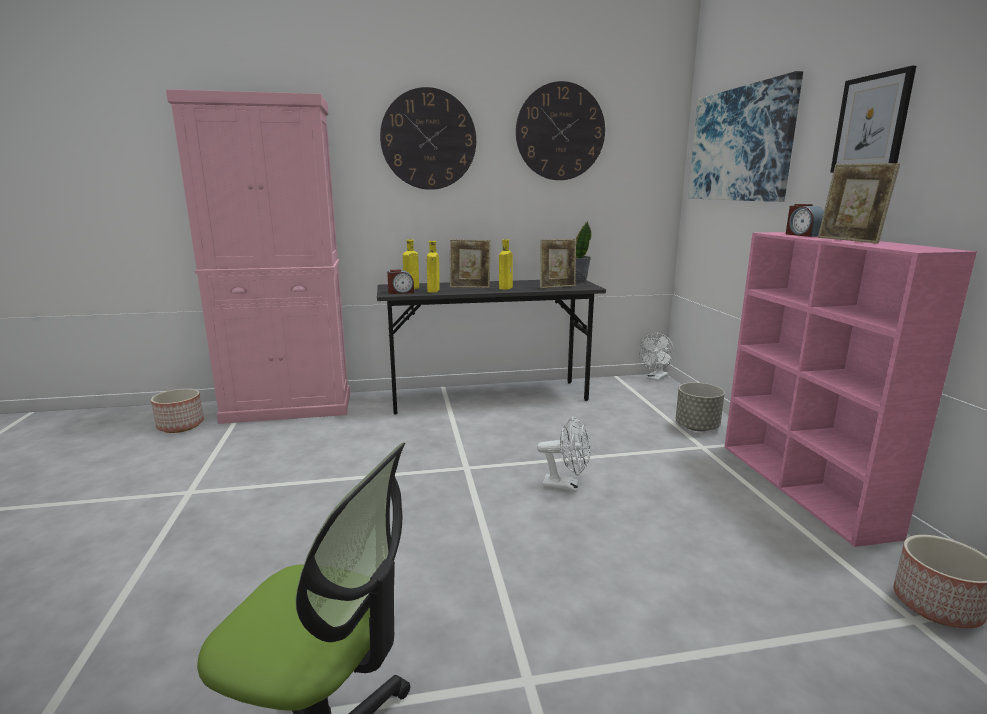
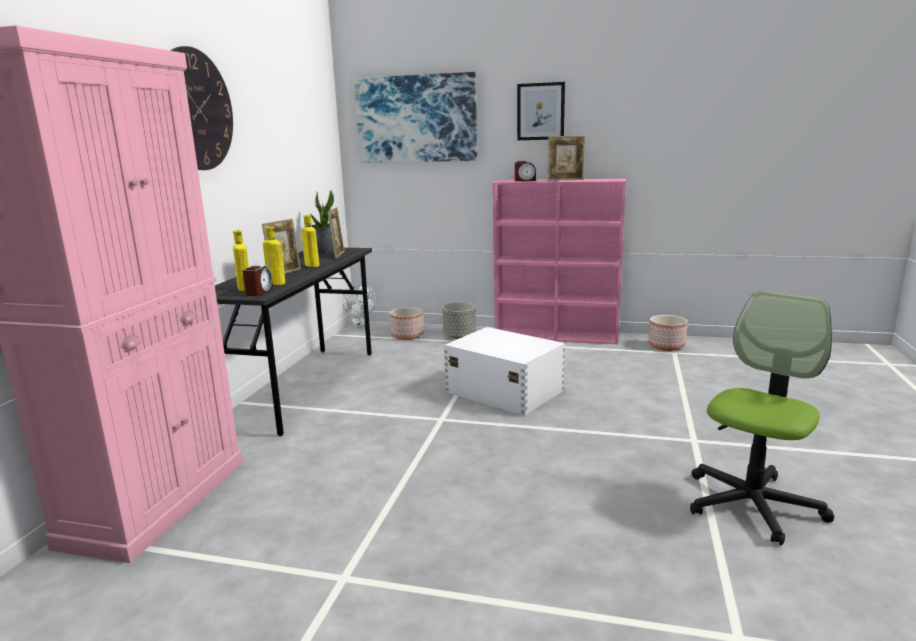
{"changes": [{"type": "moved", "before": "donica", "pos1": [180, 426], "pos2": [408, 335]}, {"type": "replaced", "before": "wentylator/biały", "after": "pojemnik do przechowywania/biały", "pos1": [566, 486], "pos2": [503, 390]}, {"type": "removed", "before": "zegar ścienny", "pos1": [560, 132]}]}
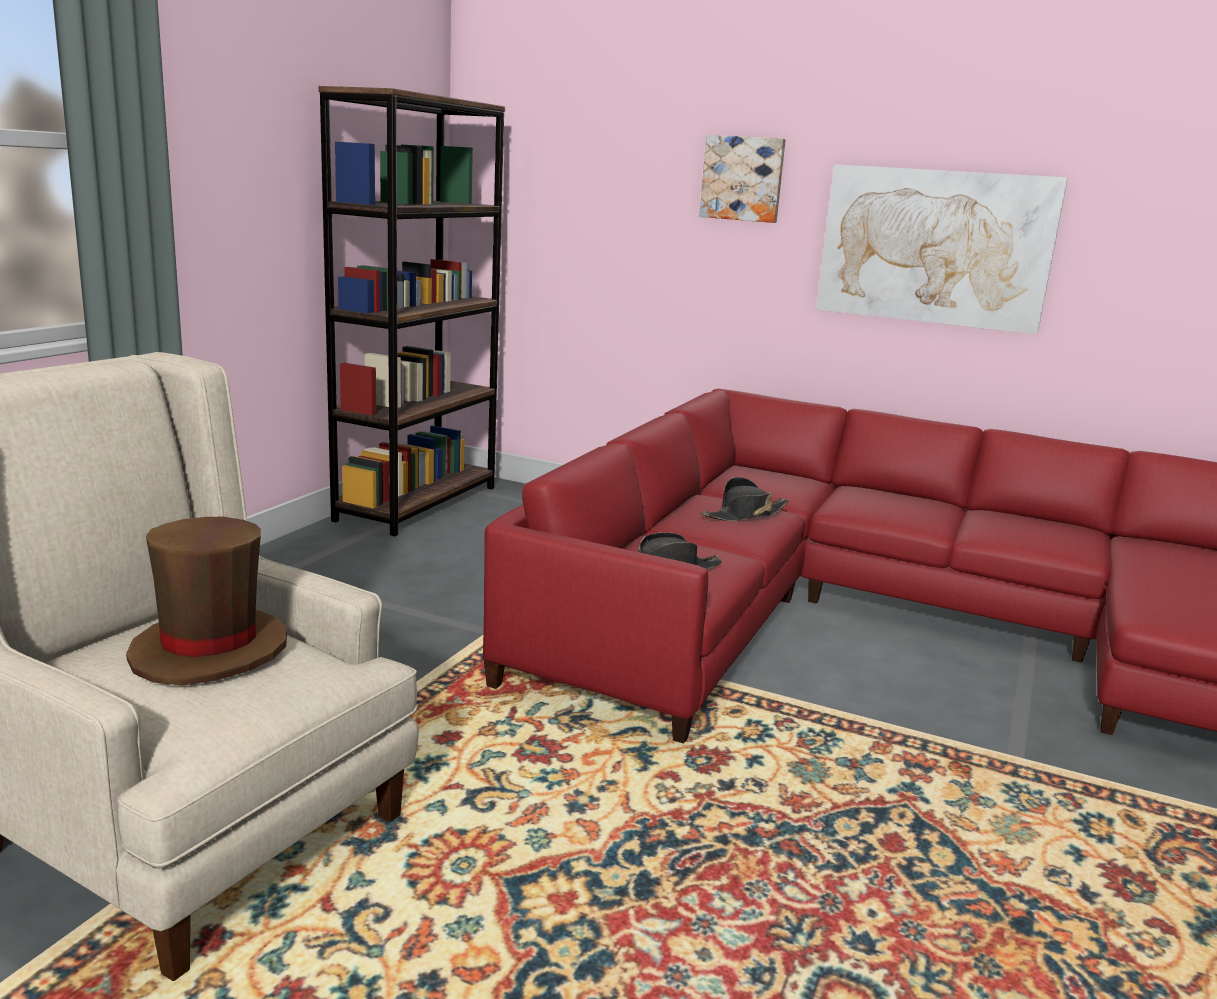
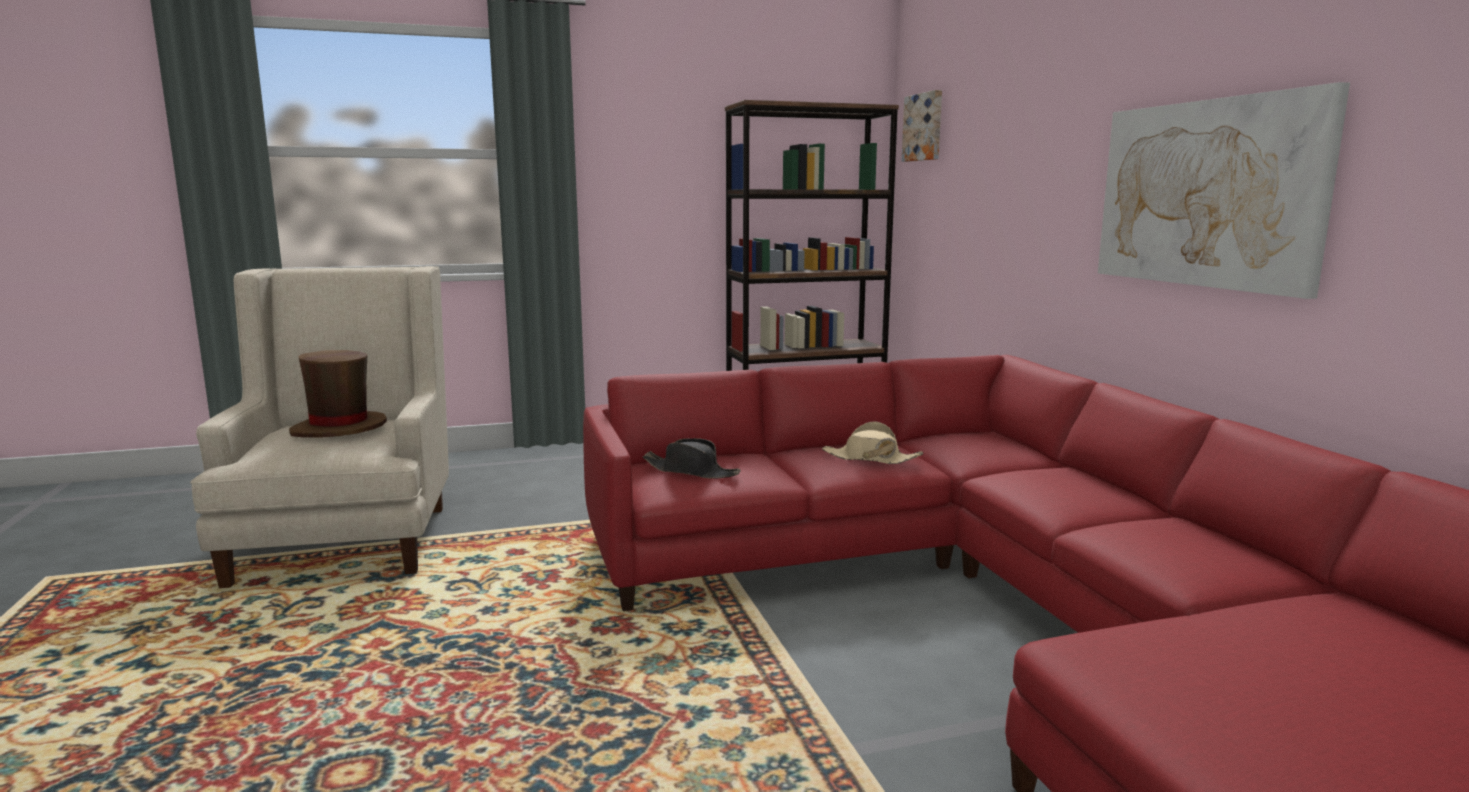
{"changes": [{"type": "recoloured", "before": "kapelusz/czarny", "after": "kapelusz/beżowy", "pos1": [744, 514], "pos2": [870, 458]}, {"type": "moved", "before": "obraz", "pos1": [743, 178], "pos2": [924, 127]}]}
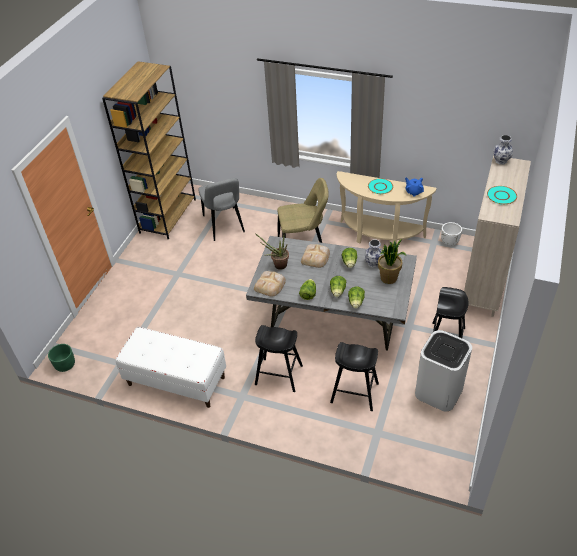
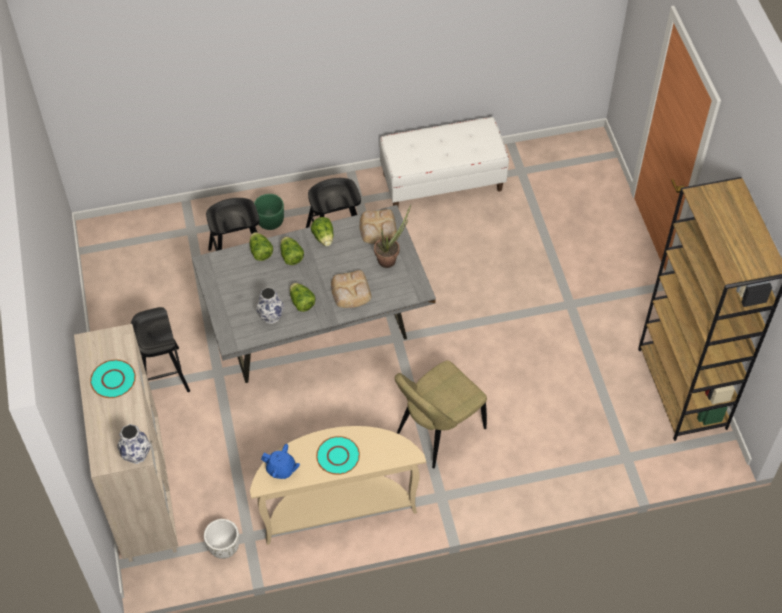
{"changes": [{"type": "moved", "before": "donica/zielony", "pos1": [65, 365], "pos2": [270, 221]}, {"type": "removed", "before": "krzesło/szary", "pos1": [224, 225]}, {"type": "removed", "before": "roślina doniczkowa", "pos1": [389, 278]}, {"type": "removed", "before": "kosz na śmieci/biały", "pos1": [439, 391]}]}
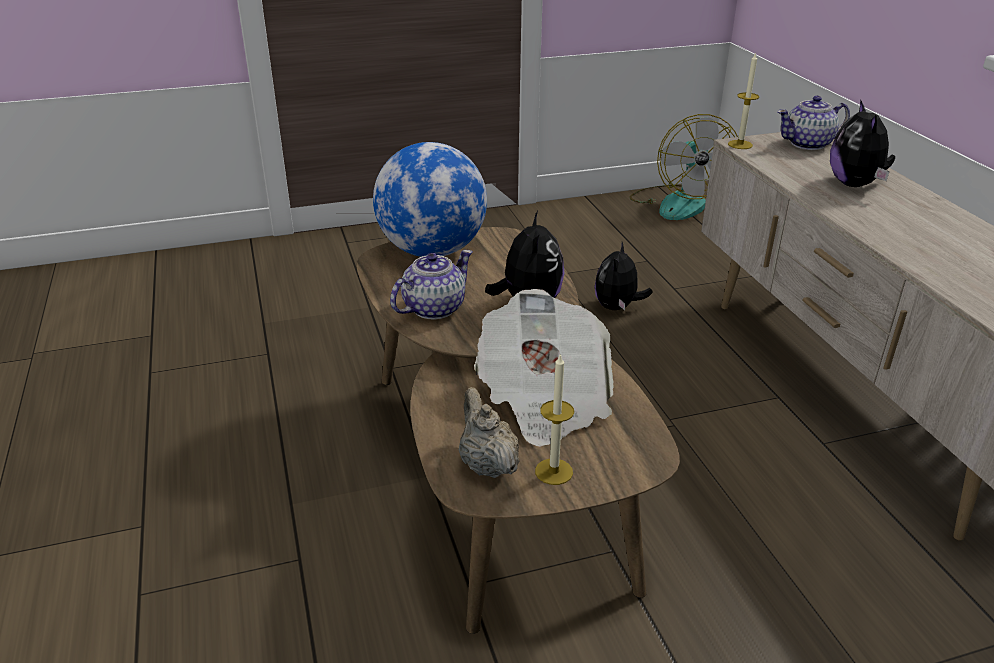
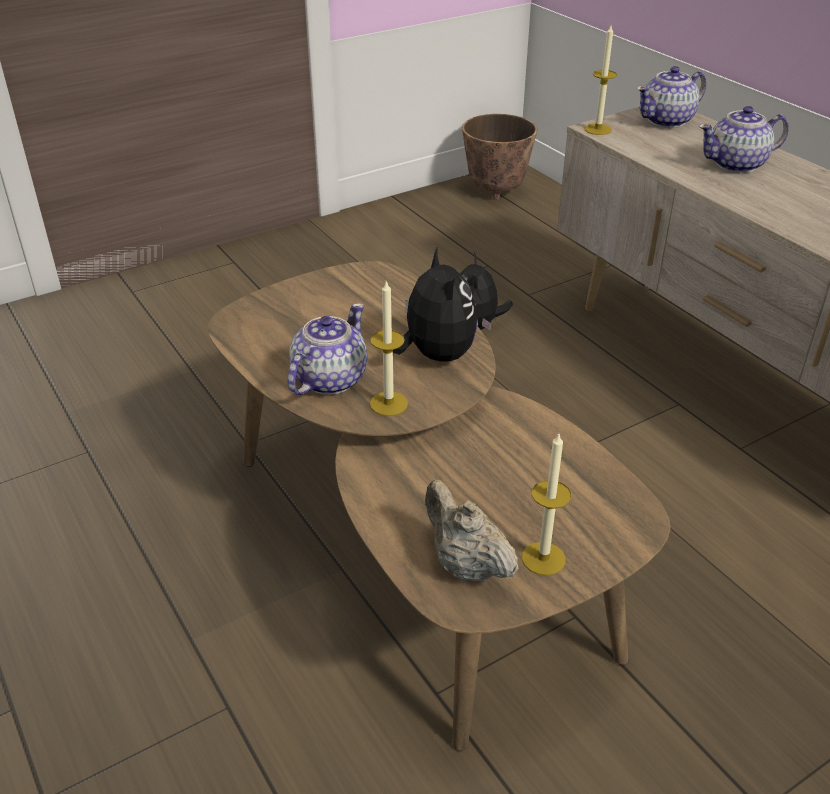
{"changes": [{"type": "added", "after": "świeca", "pos2": [388, 403]}, {"type": "replaced", "before": "wentylator", "after": "donica", "pos1": [678, 202], "pos2": [496, 191]}, {"type": "replaced", "before": "pluszak", "after": "imbryk", "pos1": [855, 184], "pos2": [737, 164]}, {"type": "removed", "before": "globus", "pos1": [432, 251]}, {"type": "removed", "before": "gazeta", "pos1": [544, 398]}]}
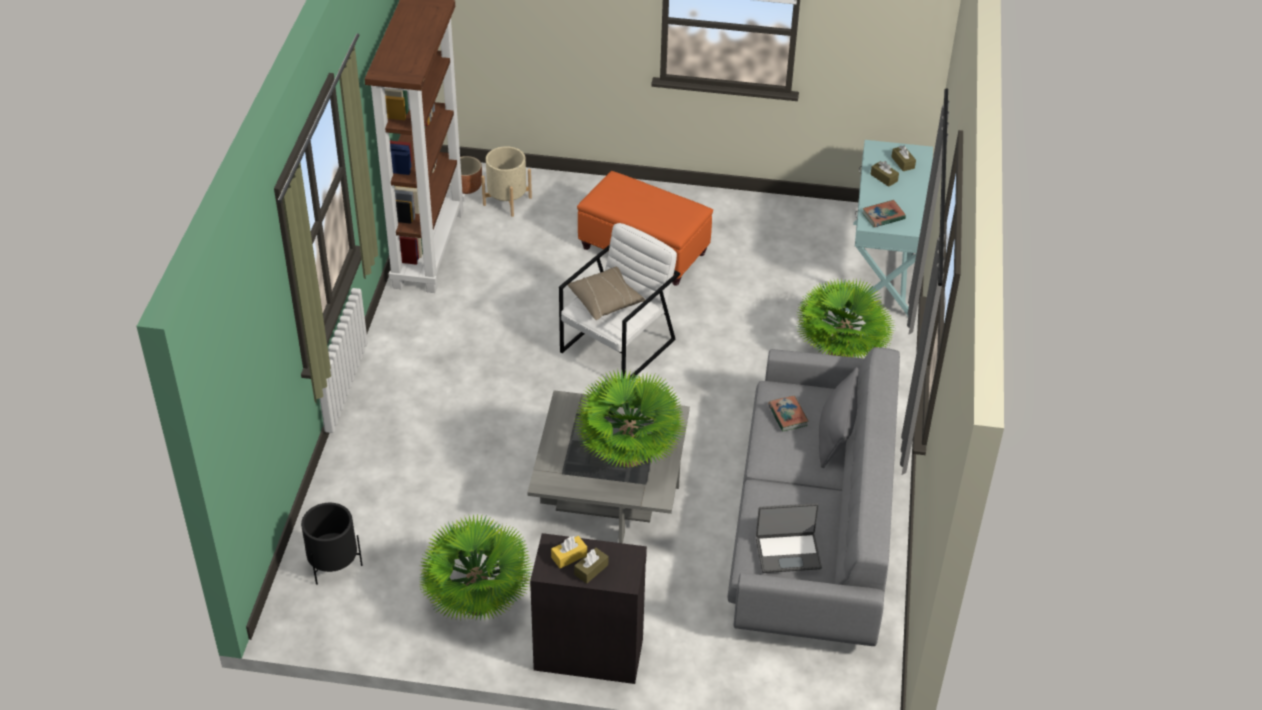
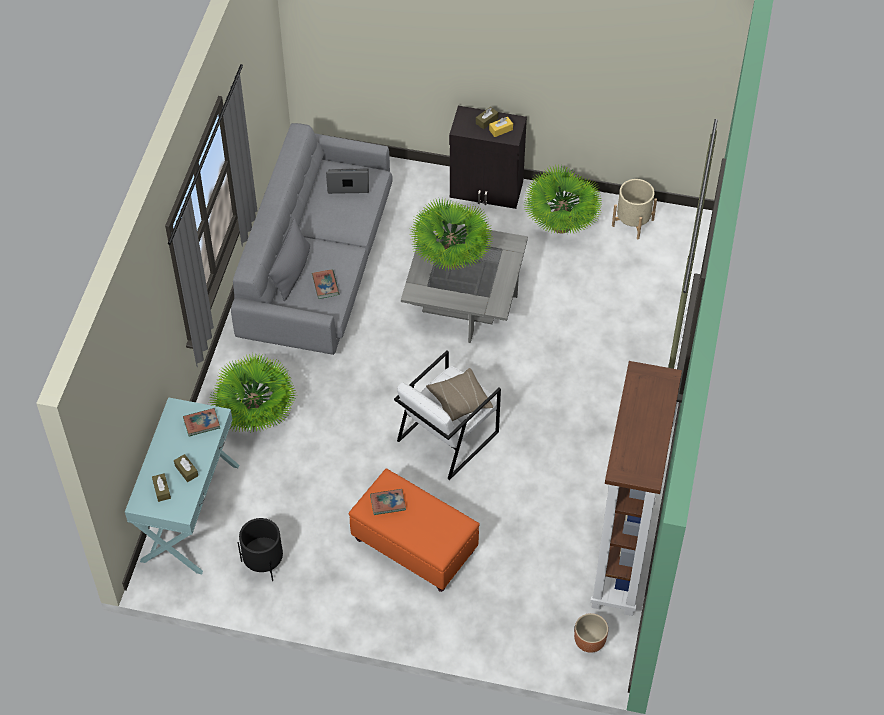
{"changes": [{"type": "moved", "before": "donica/czarny", "pos1": [334, 565], "pos2": [263, 562]}, {"type": "added", "after": "książka", "pos2": [388, 503]}, {"type": "moved", "before": "donica/beżowy", "pos1": [507, 201], "pos2": [632, 222]}]}
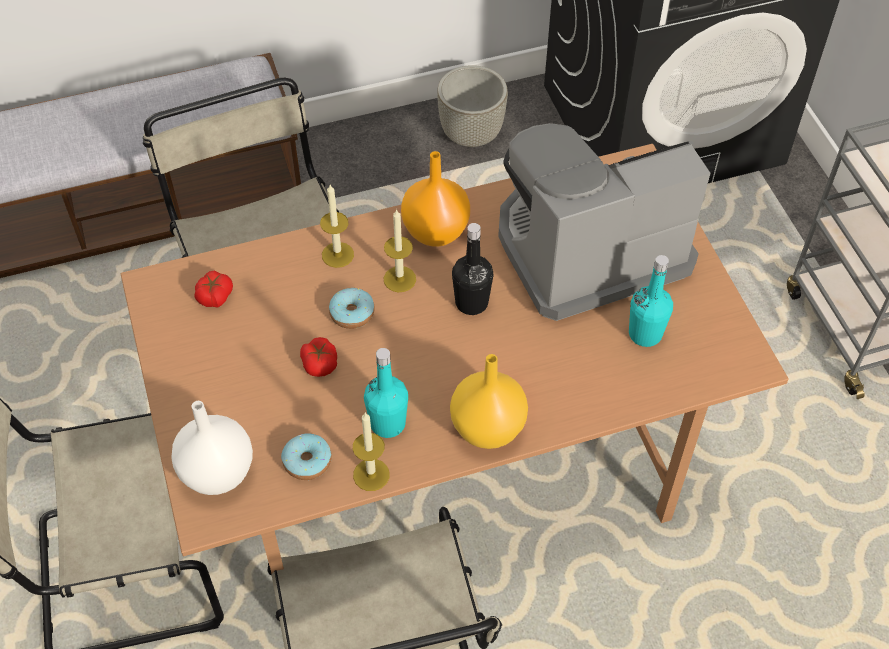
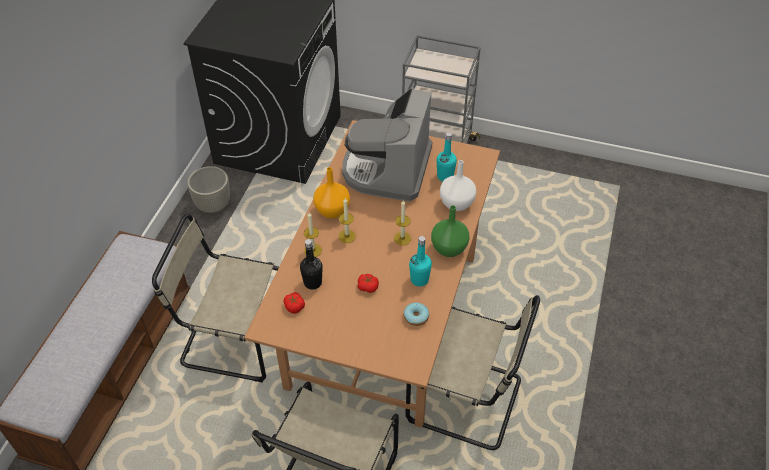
{"changes": [{"type": "moved", "before": "butelka/czarny", "pos1": [471, 303], "pos2": [312, 282]}, {"type": "moved", "before": "świeca", "pos1": [371, 475], "pos2": [402, 238]}, {"type": "recoloured", "before": "wazon/żółty", "after": "wazon/zielony", "pos1": [489, 429], "pos2": [450, 248]}, {"type": "moved", "before": "wazon/biały", "pos1": [219, 472], "pos2": [457, 203]}, {"type": "removed", "before": "donut", "pos1": [352, 313]}]}
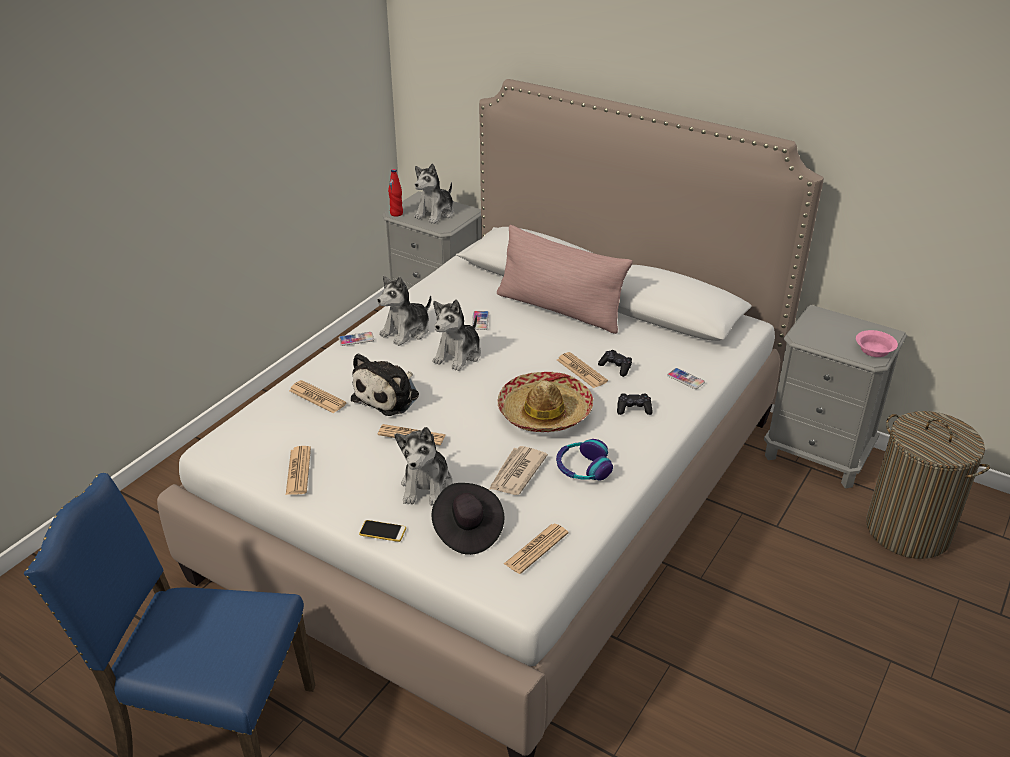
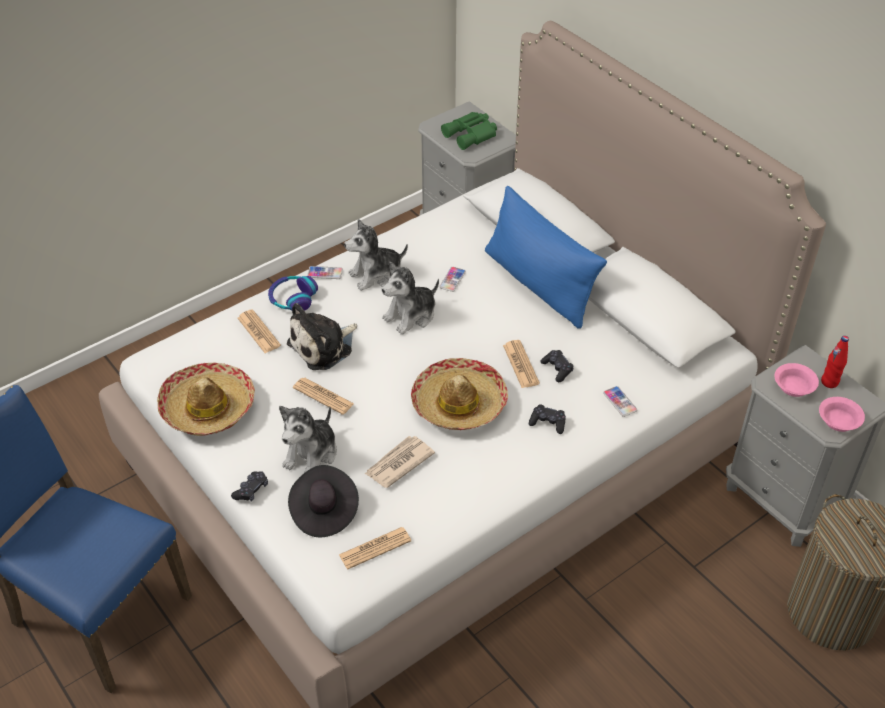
{"changes": [{"type": "replaced", "before": "gazeta", "after": "kapelusz", "pos1": [298, 471], "pos2": [208, 407]}, {"type": "replaced", "before": "telefon", "after": "pad do gier/czarny", "pos1": [382, 531], "pos2": [251, 490]}, {"type": "moved", "before": "słuchawki", "pos1": [583, 468], "pos2": [292, 298]}, {"type": "replaced", "before": "pluszak", "after": "lornetka/zielony", "pos1": [435, 213], "pos2": [471, 135]}, {"type": "recoloured", "before": "poduszka/różowy", "after": "poduszka/niebieski", "pos1": [559, 309], "pos2": [538, 284]}, {"type": "added", "after": "miska/różowy", "pos2": [794, 387]}, {"type": "moved", "before": "butelka/czerwony", "pos1": [396, 213], "pos2": [829, 382]}]}
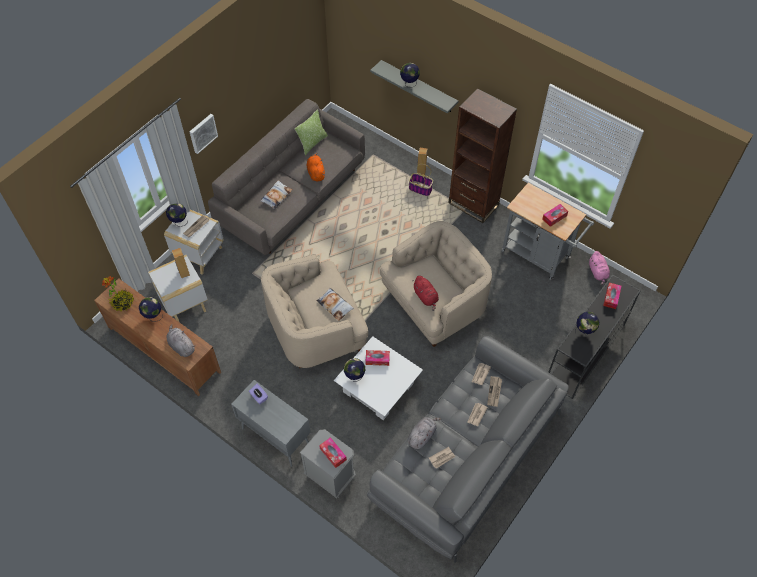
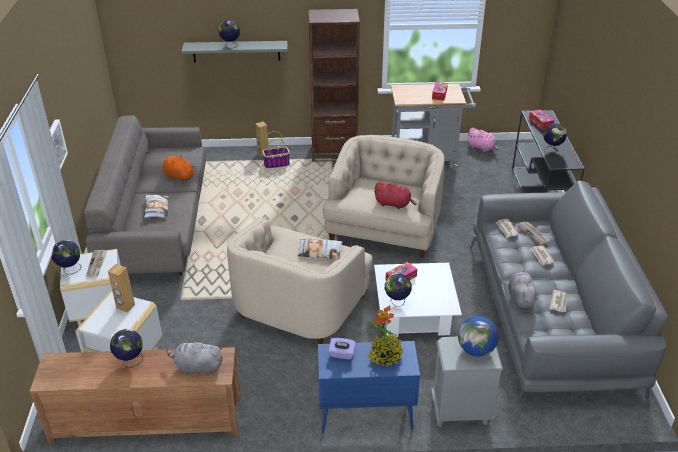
{"changes": [{"type": "recoloured", "before": "szafka/szary", "after": "szafka/niebieski", "pos1": [275, 436], "pos2": [365, 416]}, {"type": "moved", "before": "roślina doniczkowa", "pos1": [123, 303], "pos2": [385, 356]}, {"type": "replaced", "before": "pudełko chusteczek", "after": "globus", "pos1": [333, 454], "pos2": [476, 350]}, {"type": "removed", "before": "poduszka", "pos1": [312, 143]}]}
